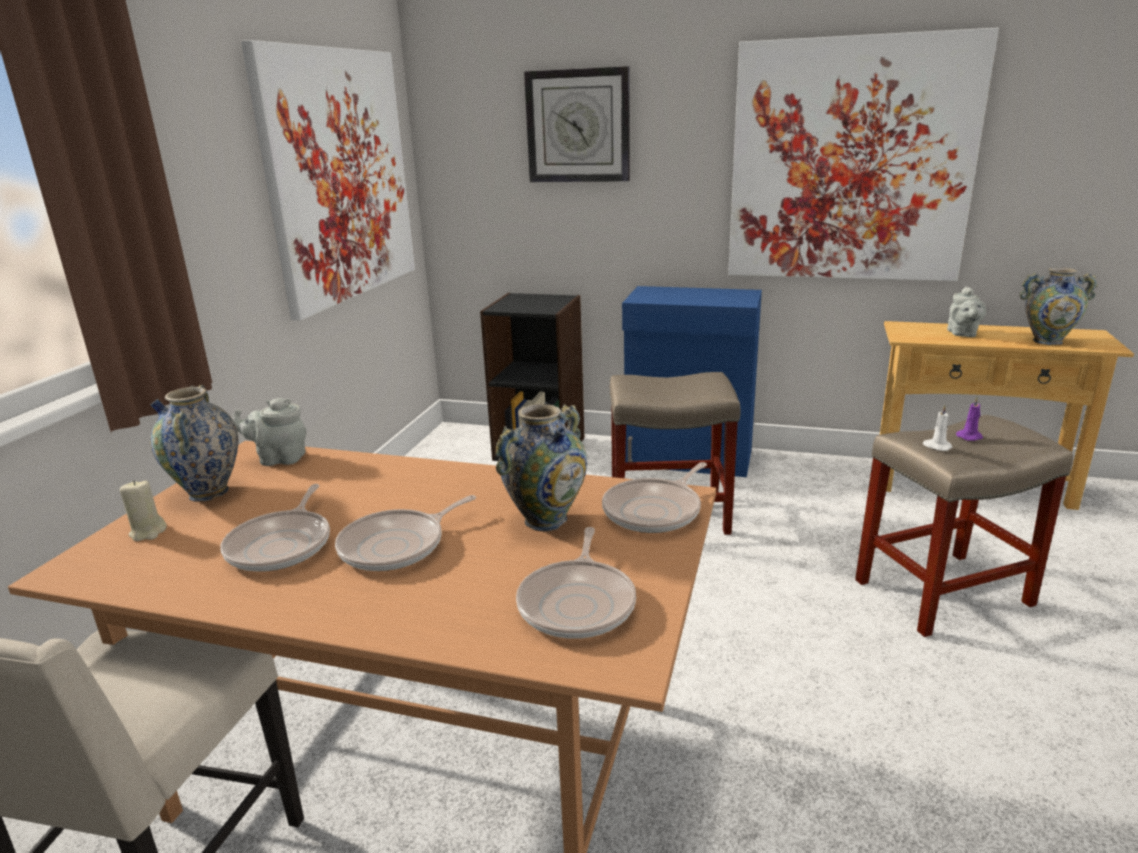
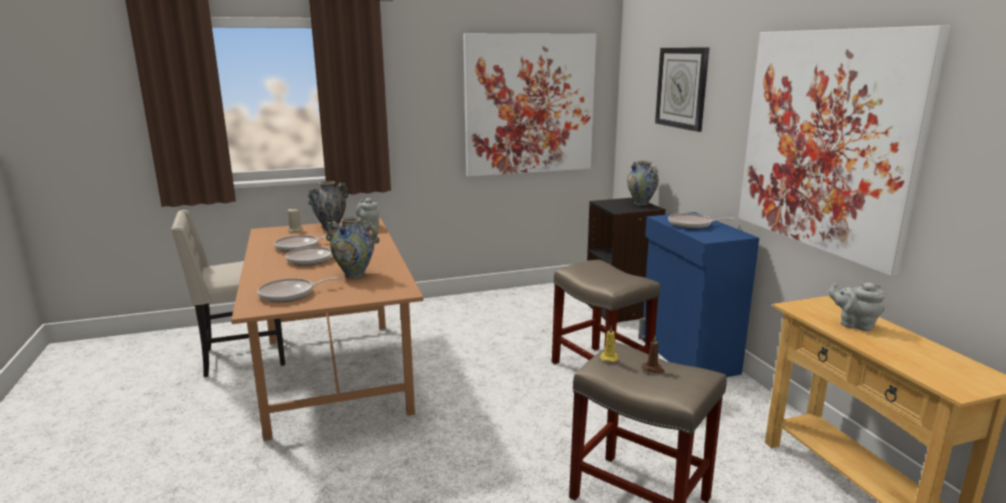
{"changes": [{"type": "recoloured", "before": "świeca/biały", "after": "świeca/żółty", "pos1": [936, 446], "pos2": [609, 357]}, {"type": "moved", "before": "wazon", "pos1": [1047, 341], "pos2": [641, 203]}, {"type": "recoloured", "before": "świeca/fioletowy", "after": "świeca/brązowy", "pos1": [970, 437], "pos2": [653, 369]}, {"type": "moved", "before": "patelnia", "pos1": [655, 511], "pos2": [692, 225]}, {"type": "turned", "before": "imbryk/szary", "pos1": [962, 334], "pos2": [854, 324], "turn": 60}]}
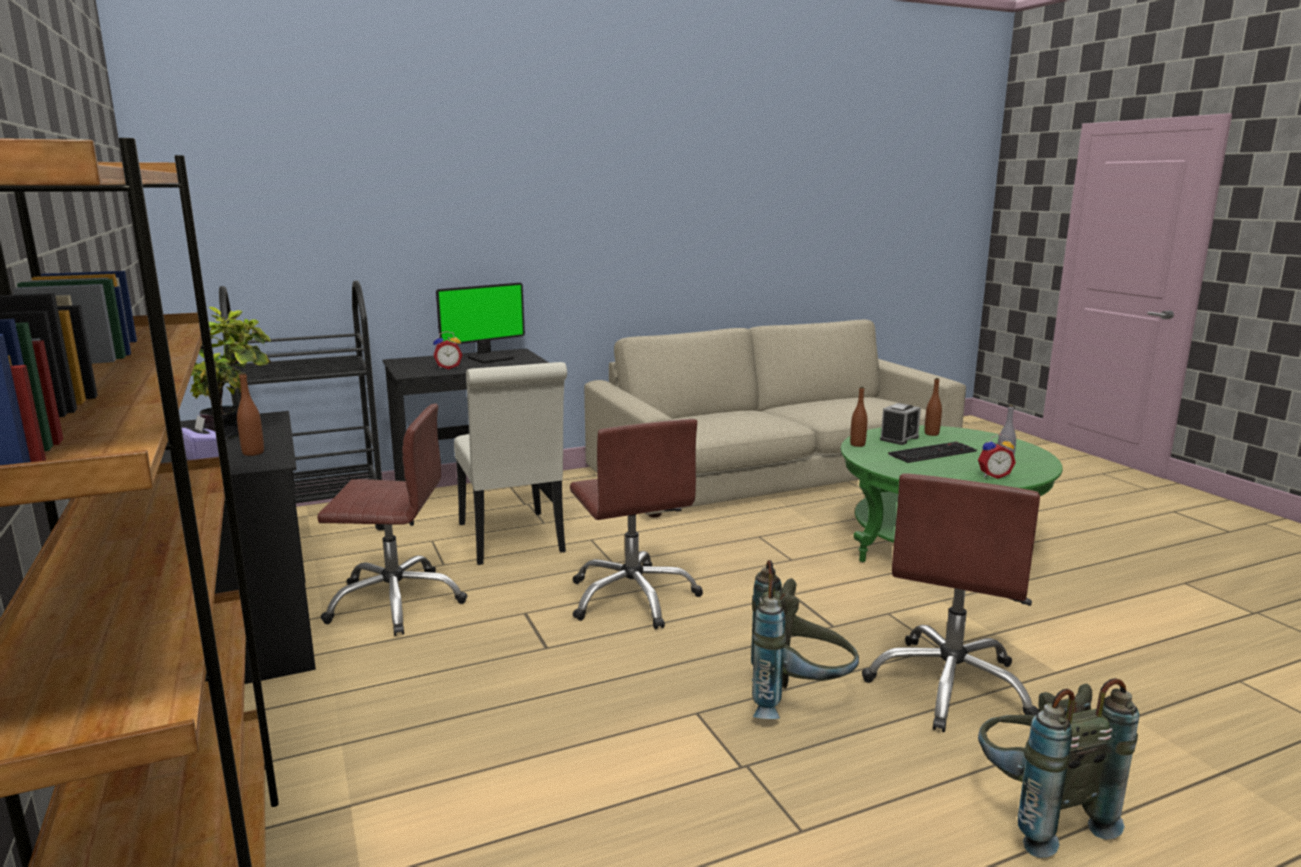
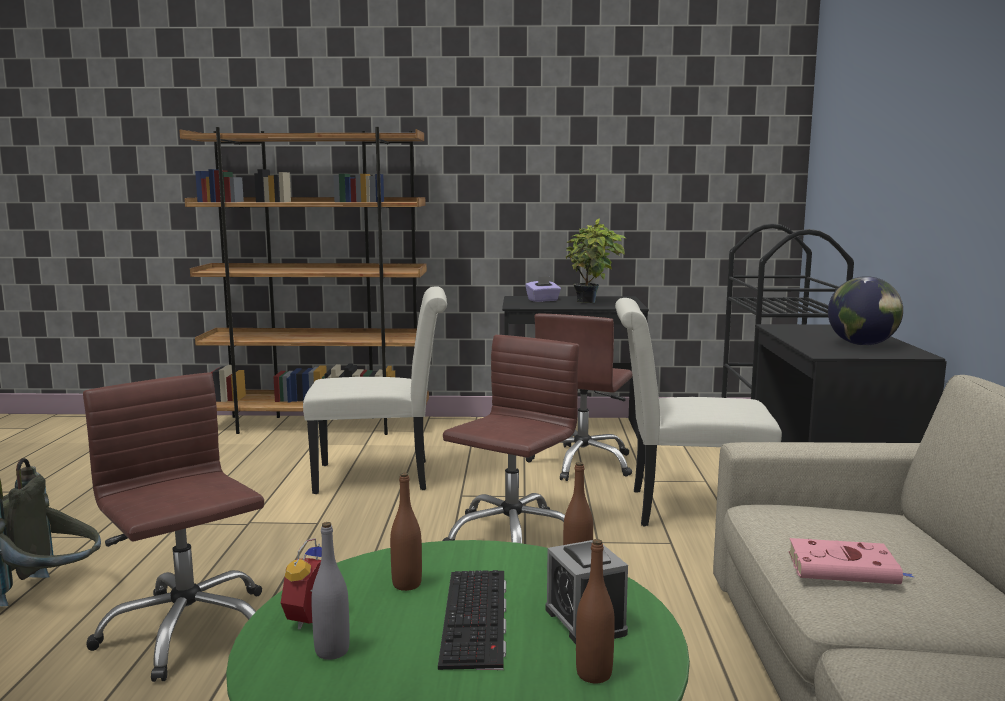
{"changes": [{"type": "added", "after": "krzesło/biały", "pos2": [382, 476]}, {"type": "moved", "before": "butelka/brązowy", "pos1": [253, 453], "pos2": [407, 584]}, {"type": "turned", "before": "krzesło biurowe/brązowy", "pos1": [633, 597], "pos2": [511, 536], "turn": 120}, {"type": "added", "after": "książka/różowy", "pos2": [845, 568]}, {"type": "replaced", "before": "monitor", "after": "globus", "pos1": [490, 358], "pos2": [862, 344]}, {"type": "removed", "before": "budzik", "pos1": [448, 368]}, {"type": "removed", "before": "plecak/szary", "pos1": [797, 701]}]}
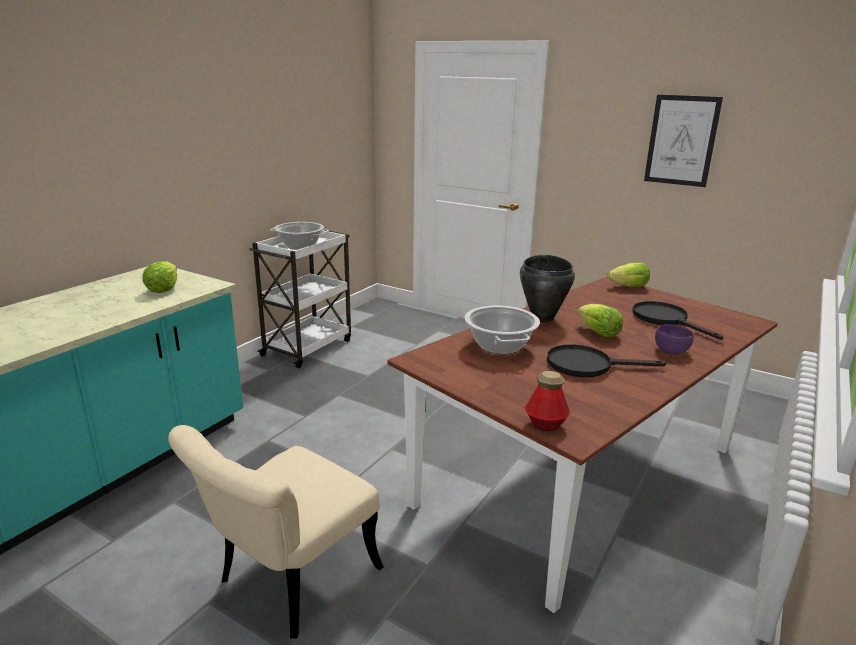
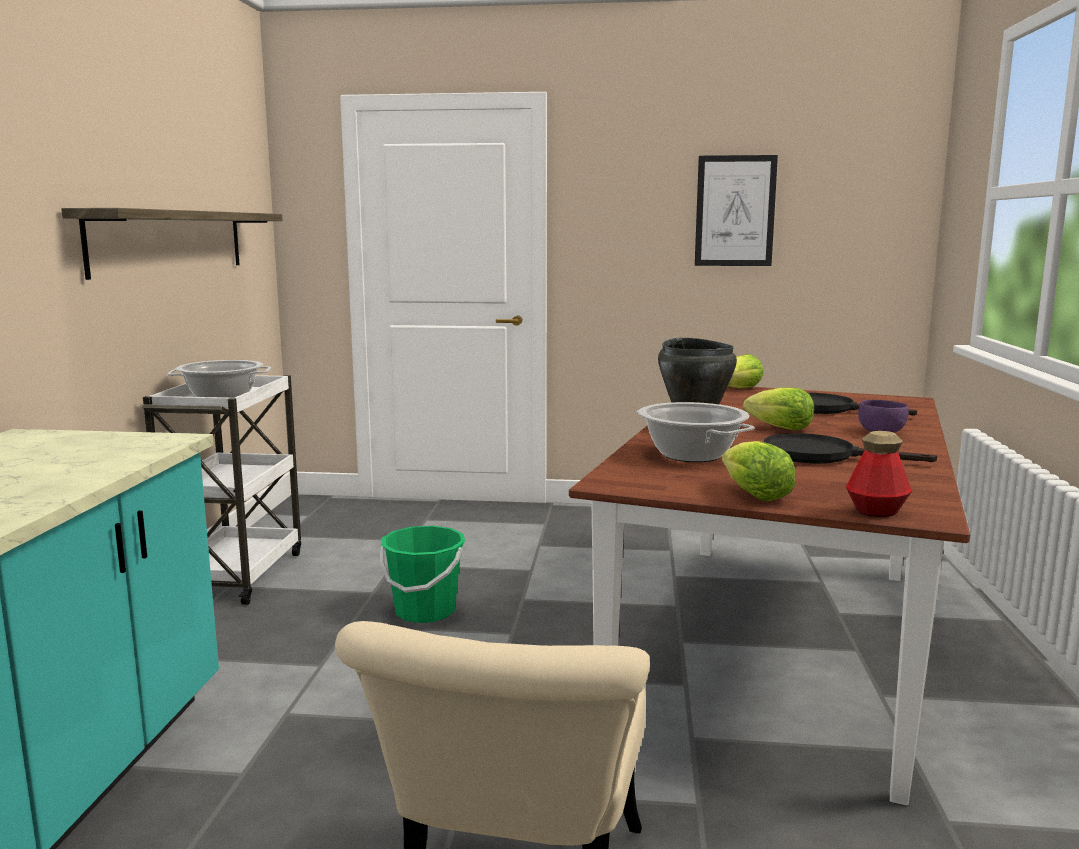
{"changes": [{"type": "added", "after": "półka", "pos2": [171, 241]}, {"type": "added", "after": "wiadro/zielony", "pos2": [425, 611]}, {"type": "moved", "before": "sałata", "pos1": [163, 289], "pos2": [755, 495]}, {"type": "turned", "before": "patelnia/czarny", "pos1": [588, 365], "pos2": [822, 455], "turn": 45}]}
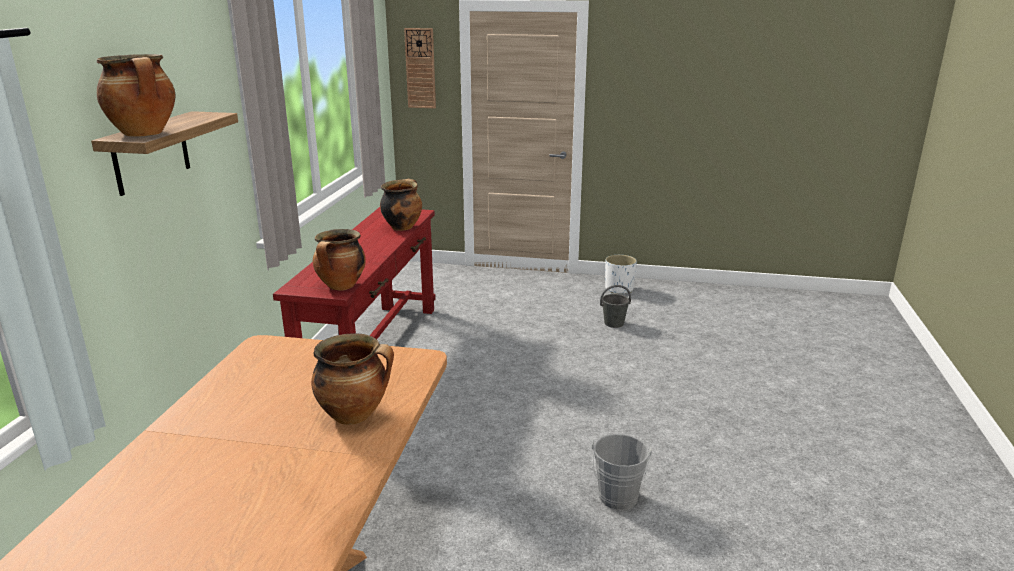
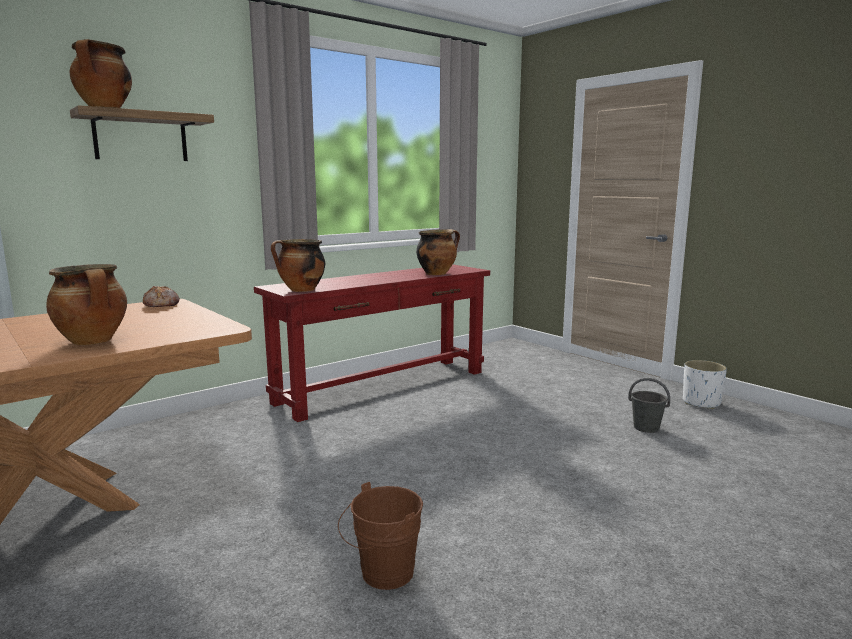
{"changes": [{"type": "added", "after": "chleb", "pos2": [162, 304]}, {"type": "recoloured", "before": "wiadro/szary", "after": "wiadro/brązowy", "pos1": [617, 500], "pos2": [382, 575]}, {"type": "removed", "before": "zegar ścienny", "pos1": [420, 68]}]}
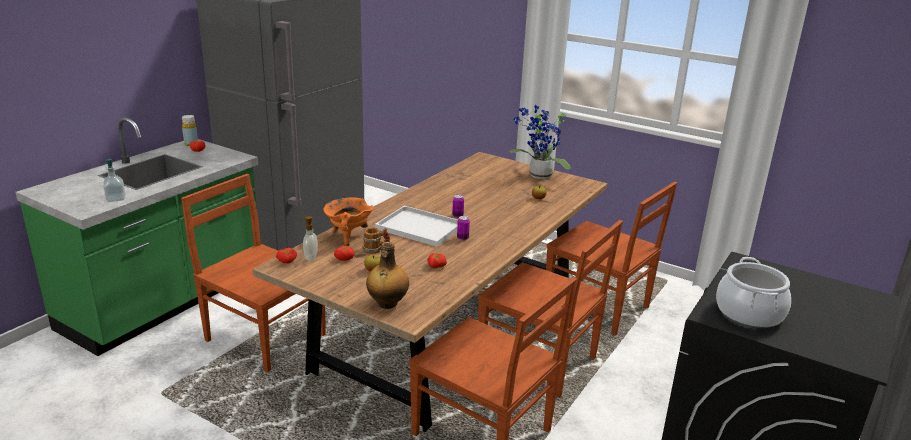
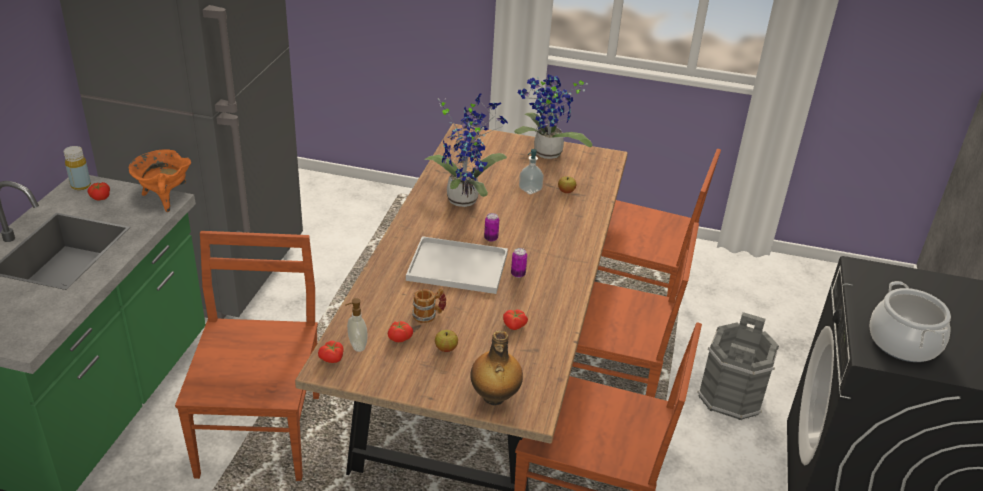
{"changes": [{"type": "moved", "before": "garnek/pomarańczowy", "pos1": [348, 237], "pos2": [164, 199]}, {"type": "turned", "before": "krzesło/brązowy", "pos1": [263, 336], "pos2": [261, 432], "turn": 75}, {"type": "added", "after": "roślina doniczkowa", "pos2": [465, 198]}, {"type": "moved", "before": "dozownik mydła", "pos1": [116, 199], "pos2": [530, 189]}, {"type": "added", "after": "wiadro/szary", "pos2": [731, 396]}]}
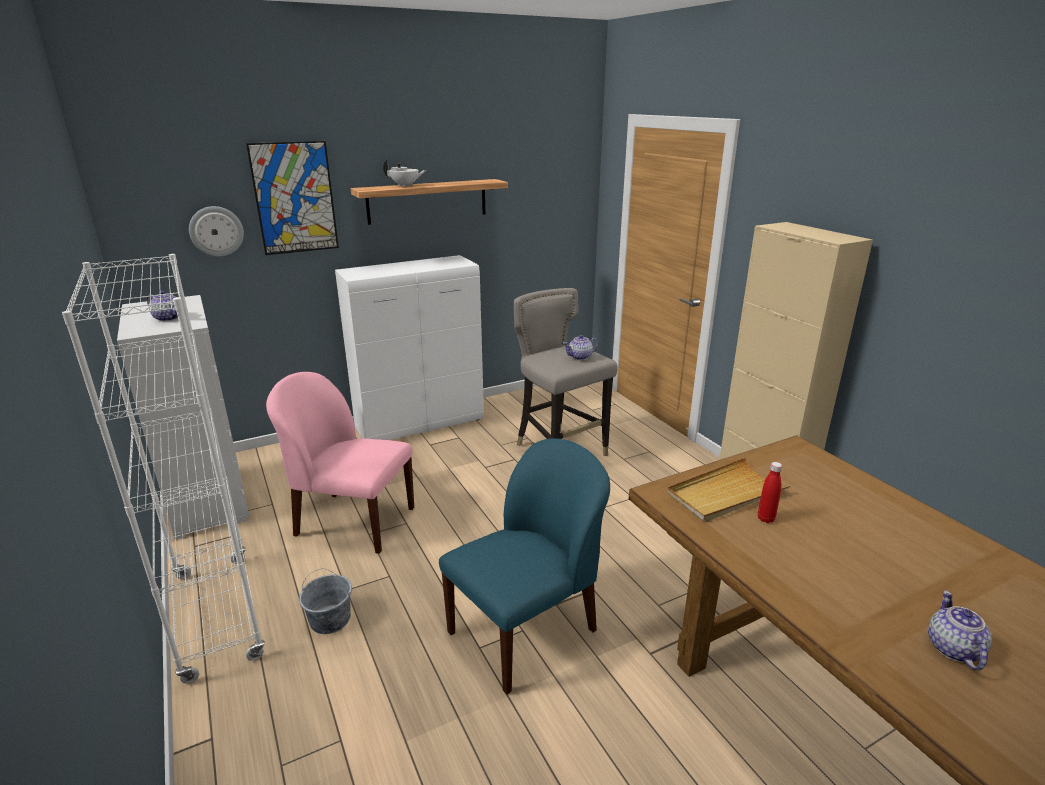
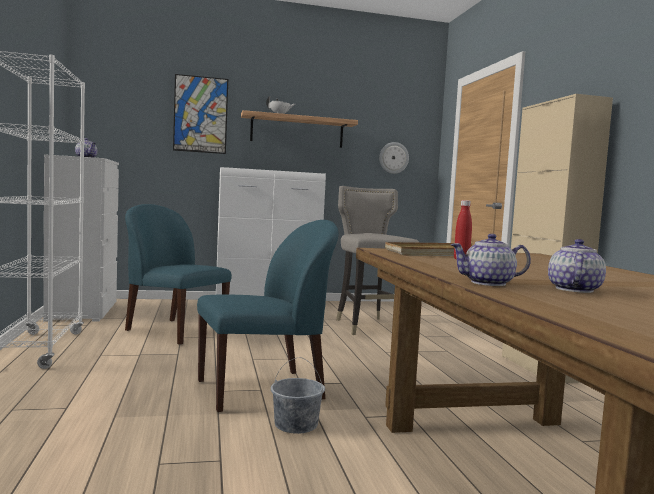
{"changes": [{"type": "recoloured", "before": "krzesło/różowy", "after": "krzesło/niebieski", "pos1": [353, 521], "pos2": [174, 331]}, {"type": "moved", "before": "wiadro/szary", "pos1": [330, 619], "pos2": [295, 424]}, {"type": "moved", "before": "zegar ścienny", "pos1": [216, 231], "pos2": [393, 158]}, {"type": "moved", "before": "imbryk", "pos1": [580, 357], "pos2": [489, 283]}]}
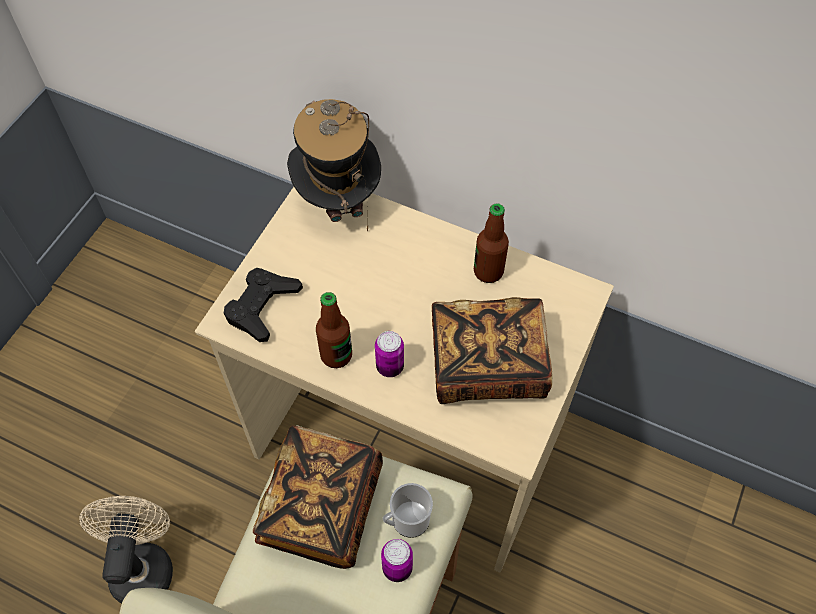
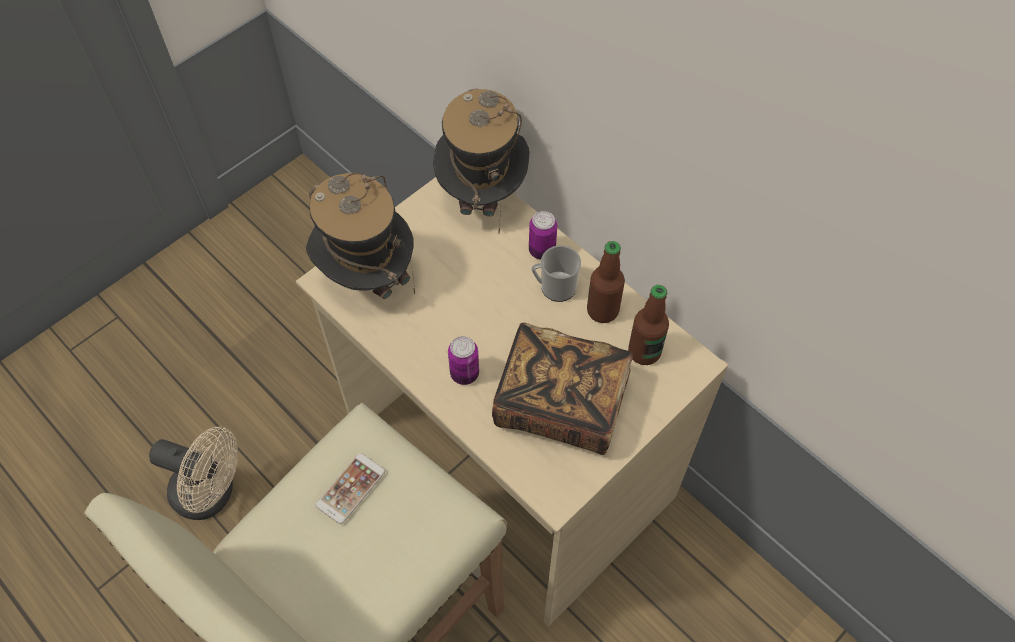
{"changes": [{"type": "turned", "before": "wentylator/beżowy", "pos1": [143, 564], "pos2": [212, 494], "turn": 90}, {"type": "replaced", "before": "pad do gier/czarny", "after": "kapelusz", "pos1": [262, 307], "pos2": [367, 277]}, {"type": "replaced", "before": "książka", "after": "telefon", "pos1": [321, 507], "pos2": [350, 488]}, {"type": "moved", "before": "puszka", "pos1": [397, 568], "pos2": [542, 250]}, {"type": "moved", "before": "kubek", "pos1": [406, 521], "pos2": [554, 287]}, {"type": "moved", "before": "butelka", "pos1": [336, 355], "pos2": [644, 352]}]}
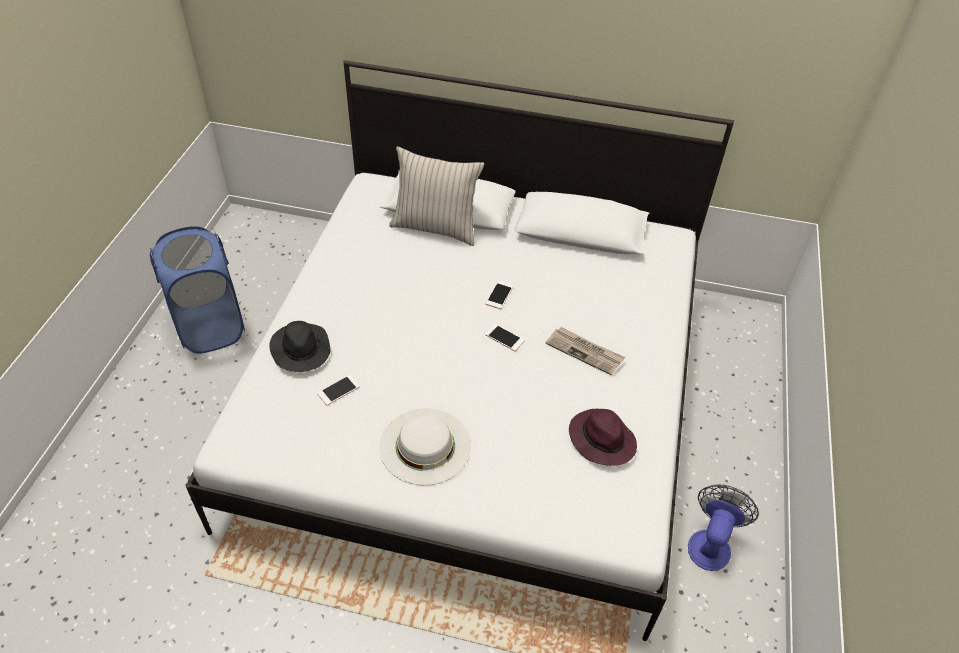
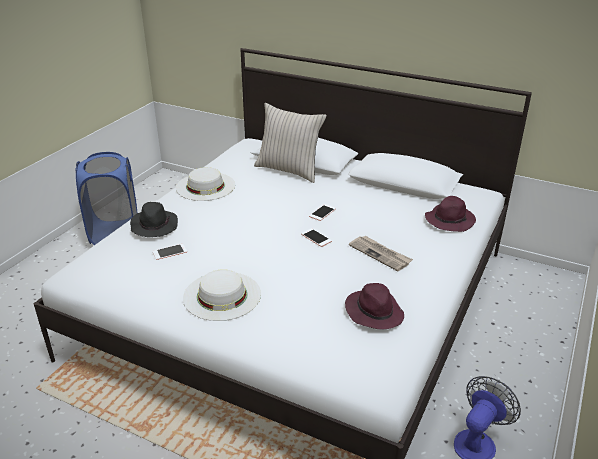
{"changes": [{"type": "added", "after": "kapelusz/biały", "pos2": [205, 186]}, {"type": "added", "after": "kapelusz/fioletowy", "pos2": [450, 220]}]}
